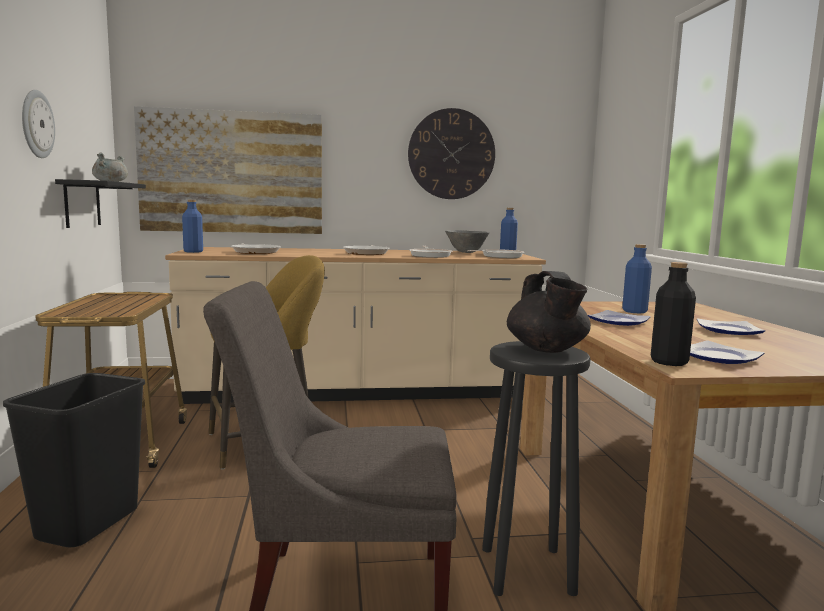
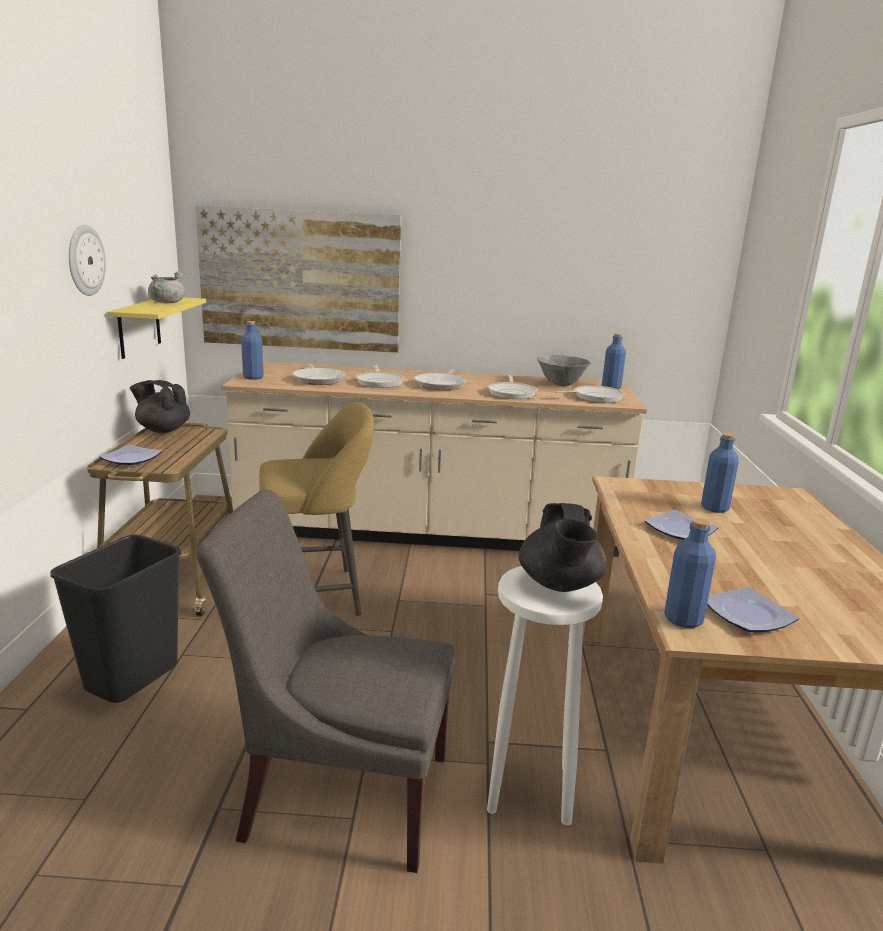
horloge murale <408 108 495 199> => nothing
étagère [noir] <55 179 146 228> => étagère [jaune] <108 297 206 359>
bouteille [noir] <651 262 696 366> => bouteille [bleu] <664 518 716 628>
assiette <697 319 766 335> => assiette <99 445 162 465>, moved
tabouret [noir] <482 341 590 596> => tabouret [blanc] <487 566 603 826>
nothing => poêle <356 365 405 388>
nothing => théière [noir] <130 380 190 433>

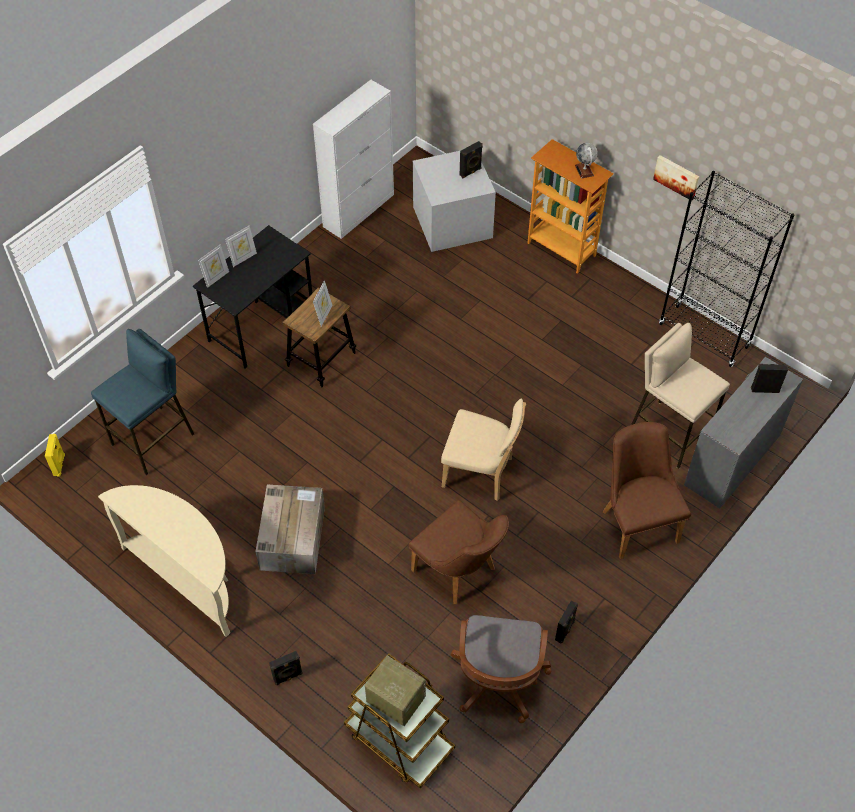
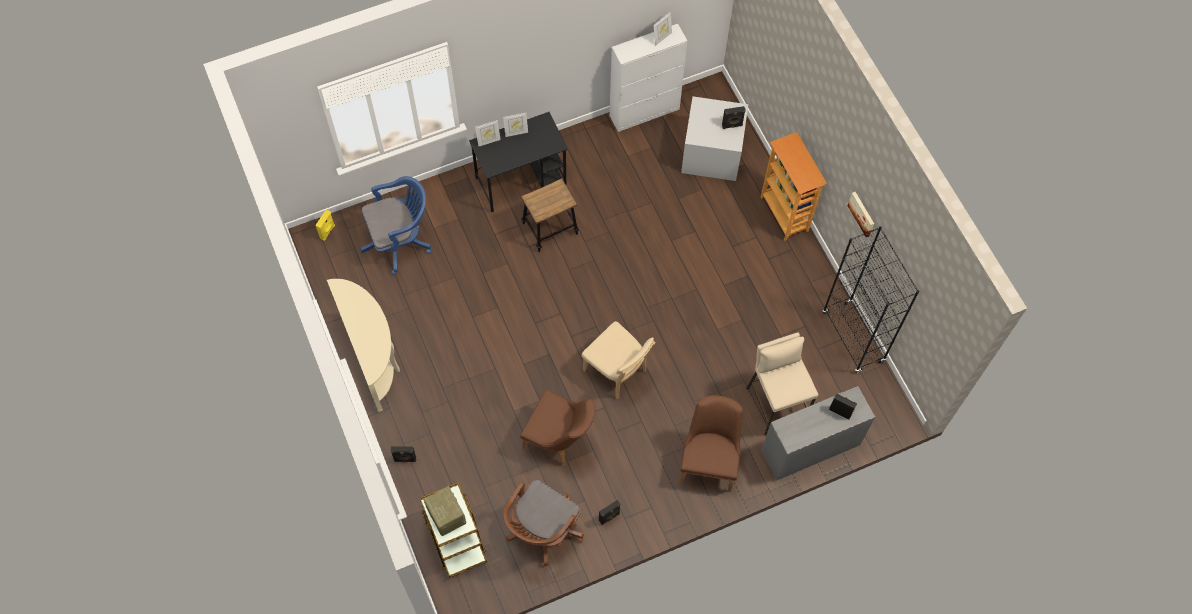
globe <575 143 598 179> => nothing
cadre photo <313 280 333 326> => cadre photo <653 12 672 46>, moved
tabouret [bleu] <91 329 194 475> => chaise de bureau [bleu] <360 176 431 275>
carton <255 485 325 574> => nothing
chaise [marron] <409 500 509 604> => chaise [marron] <520 390 595 467>, 45 degrees counterclockwise

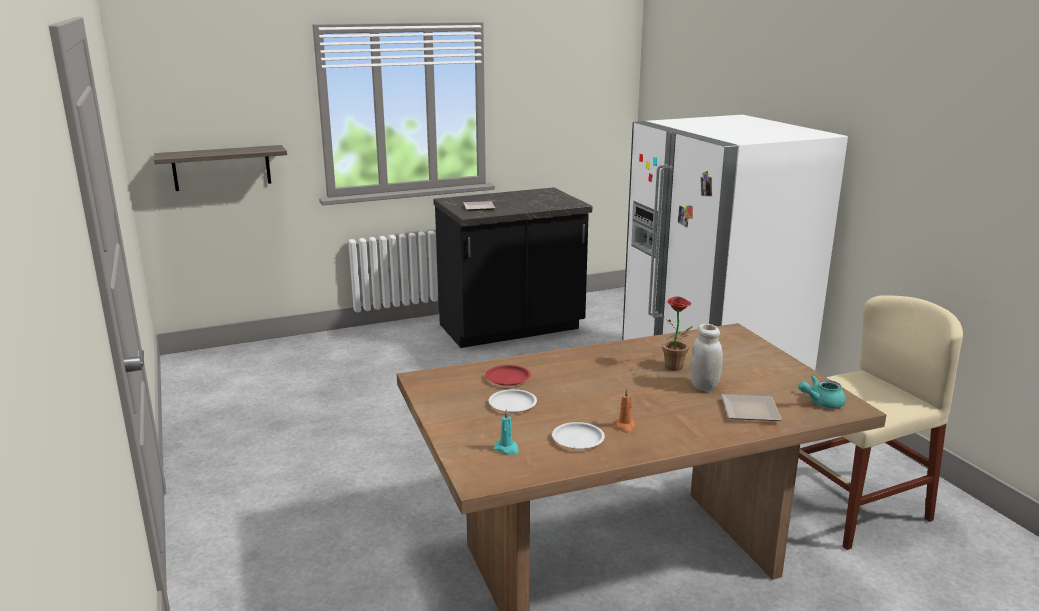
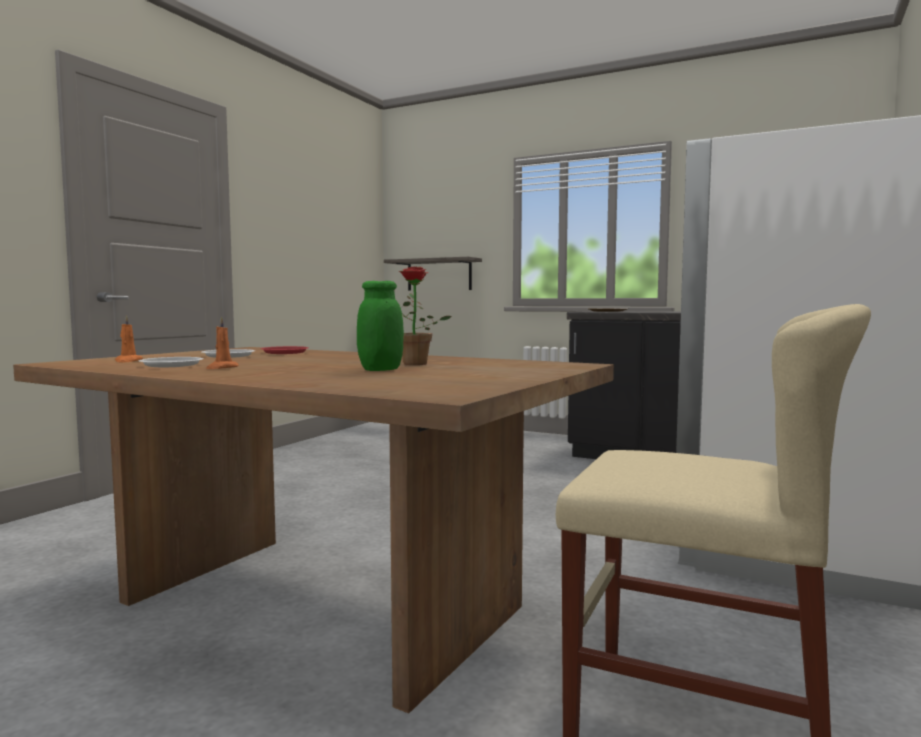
bocal [blanc] <690 324 723 391> => bocal [vert] <357 281 404 371>
théière [turquoise] <798 375 846 408> => nothing
assiette <722 394 782 421> => nothing
bougie [turquoise] <494 410 519 454> => bougie [orange] <115 315 143 363>

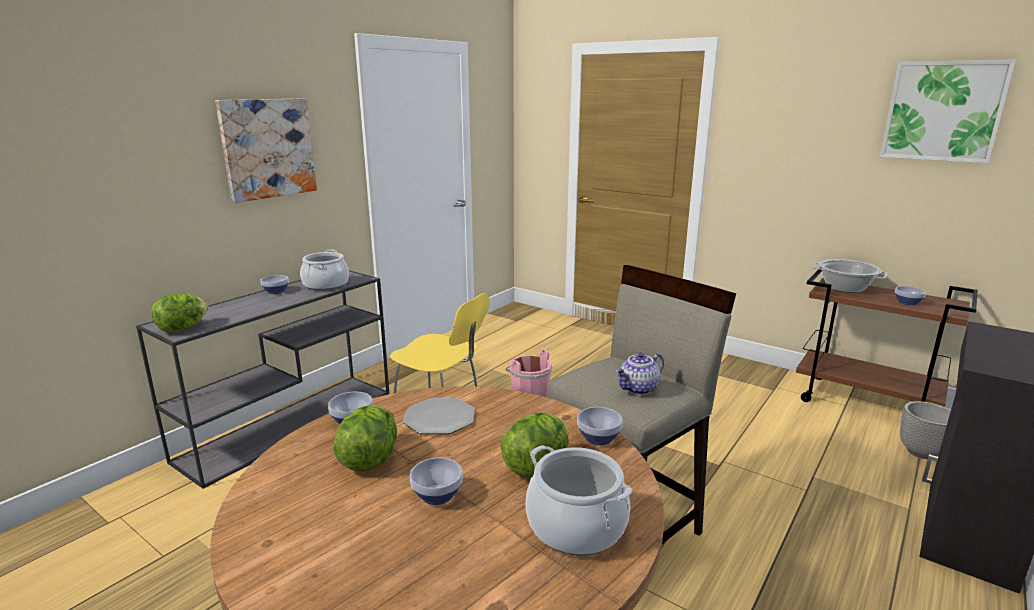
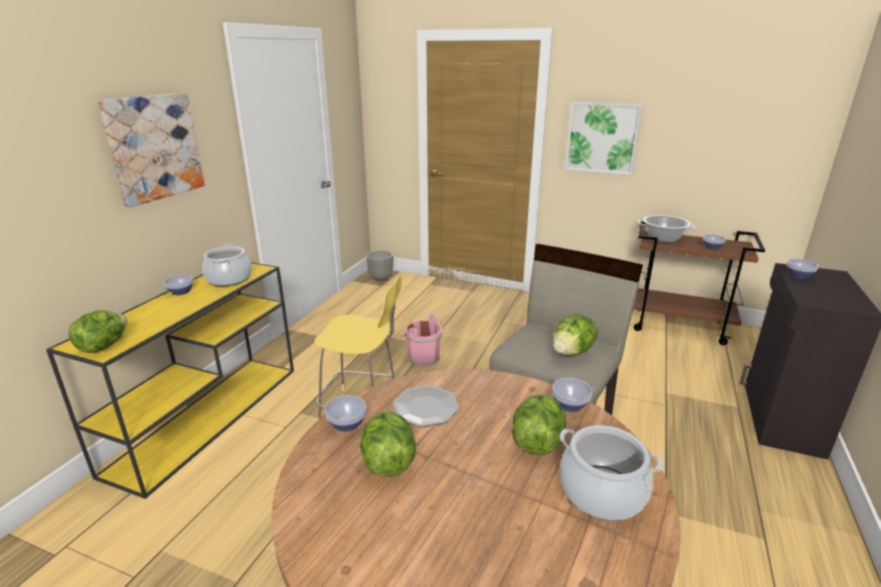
tableau <880 60 1016 163> => tableau <565 102 643 175>, moved
table console [gris] <136 270 389 489> => table console [jaune] <46 262 294 499>
théière <615 352 664 395> => laitue <552 314 598 356>
cache-pot <900 401 951 459> => cache-pot <366 251 393 282>, moved
bol <410 458 463 505> => bol <786 259 818 279>, moved

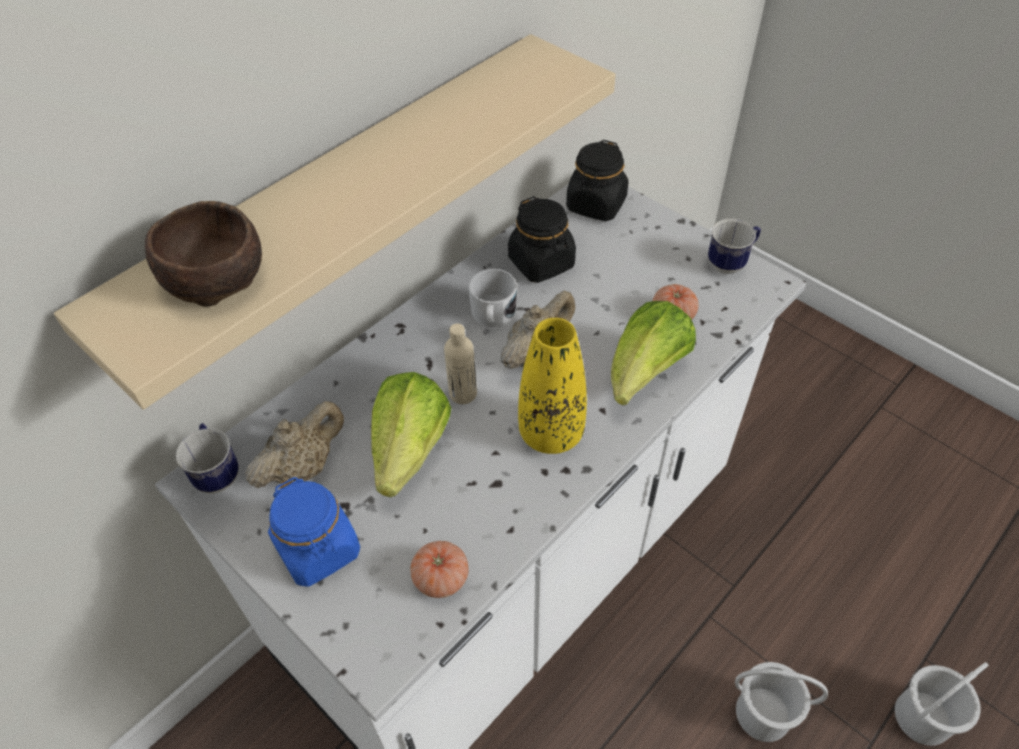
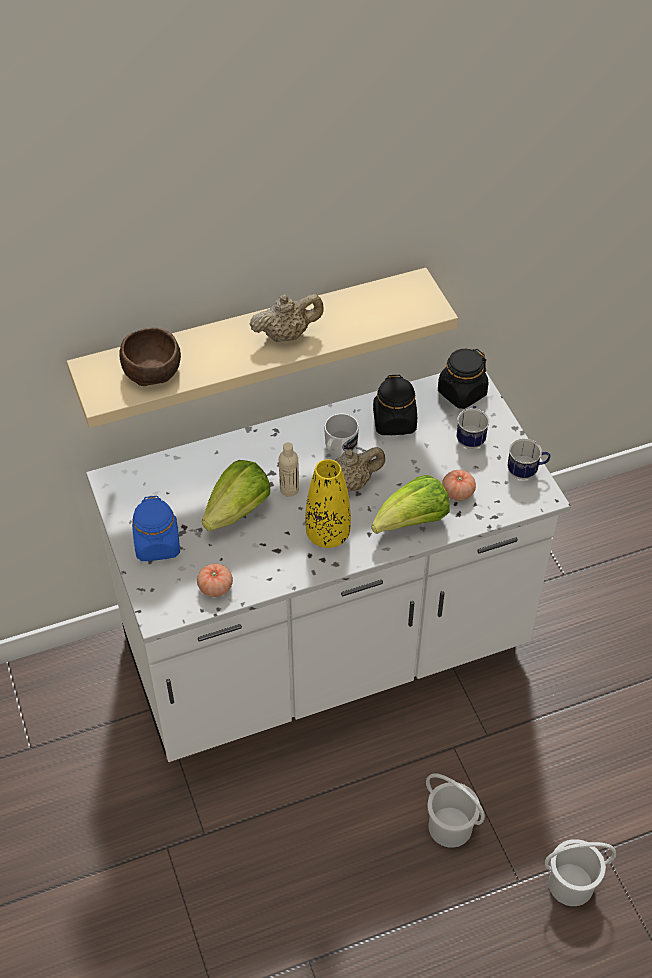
théière [beige] <245 401 344 488> => théière [beige] <250 294 324 342>, moved
mug <176 423 239 494> => mug <457 406 489 449>, moved

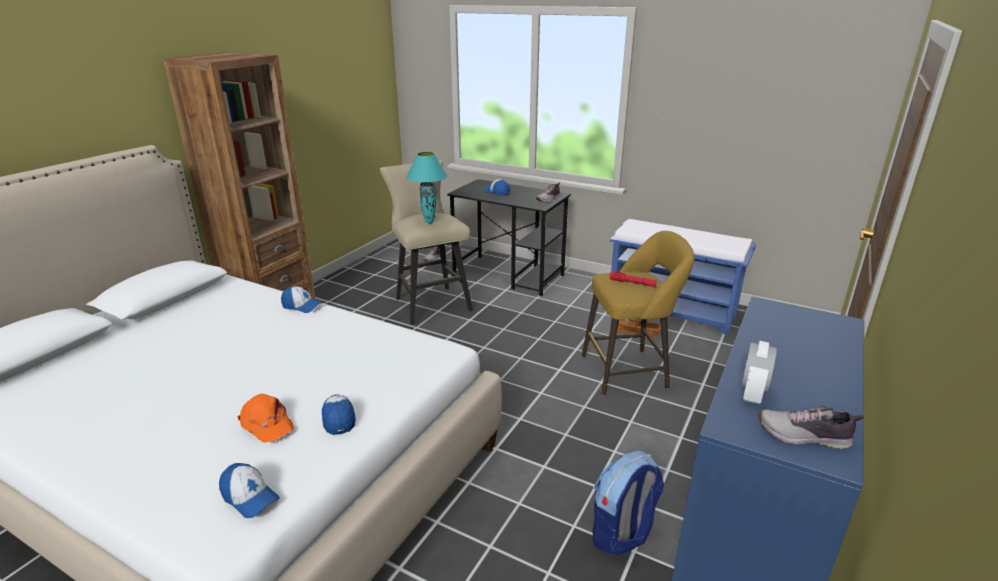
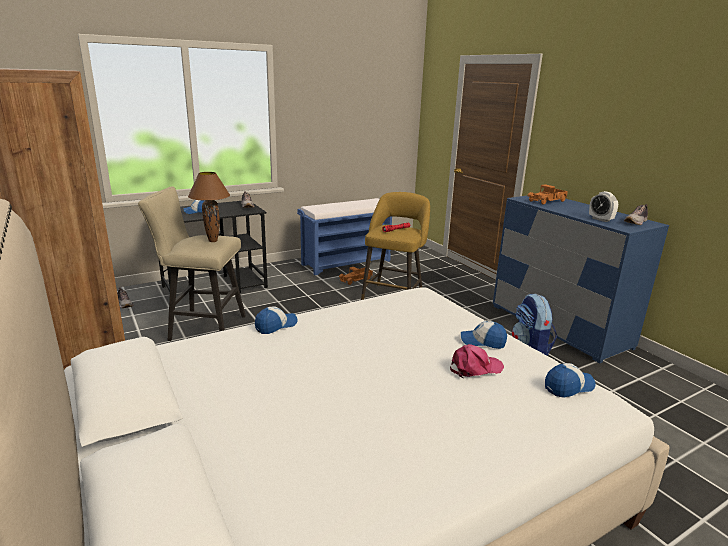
lampe de table [turquoise] <406 152 447 223> => lampe de table [marron] <188 172 230 242>
casquette [orange] <238 394 295 443> => casquette [rose] <450 344 504 378>
nothing => camion jouet <528 184 568 205>

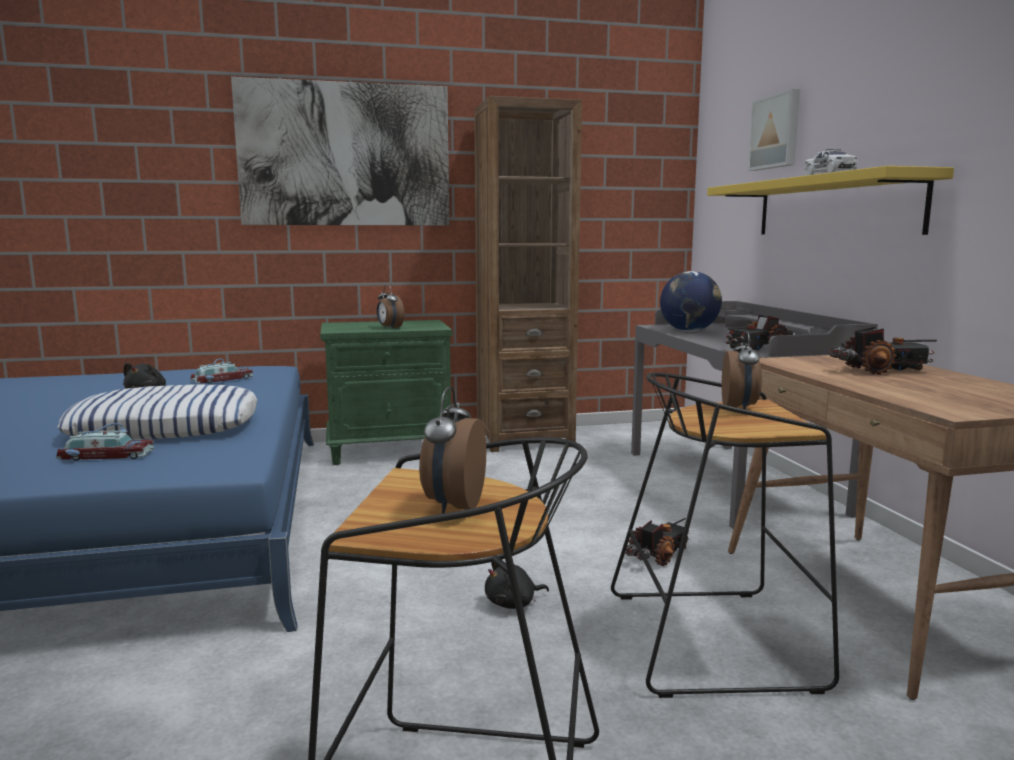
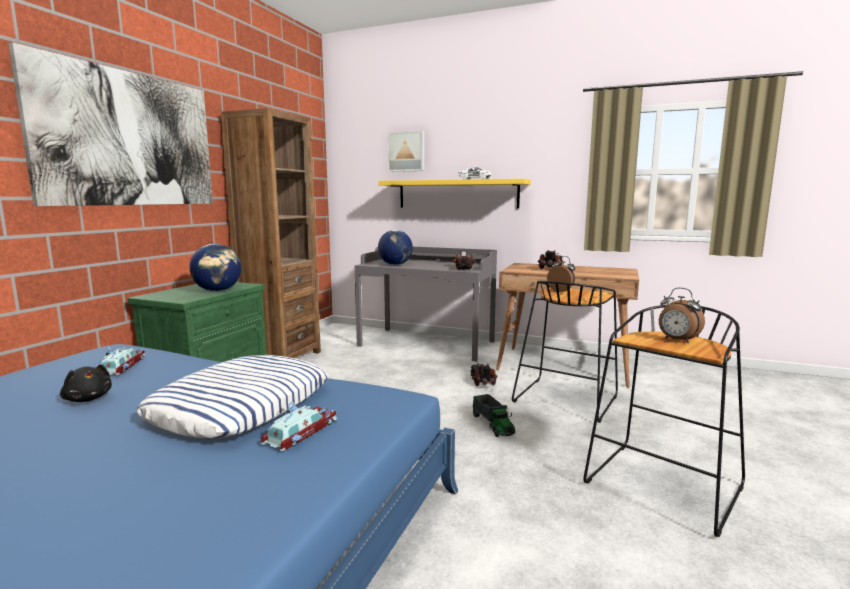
réveil <377 285 404 329> => globe <189 244 241 292>
peluche [noir] <485 562 549 609> => camion jouet <472 394 515 437>

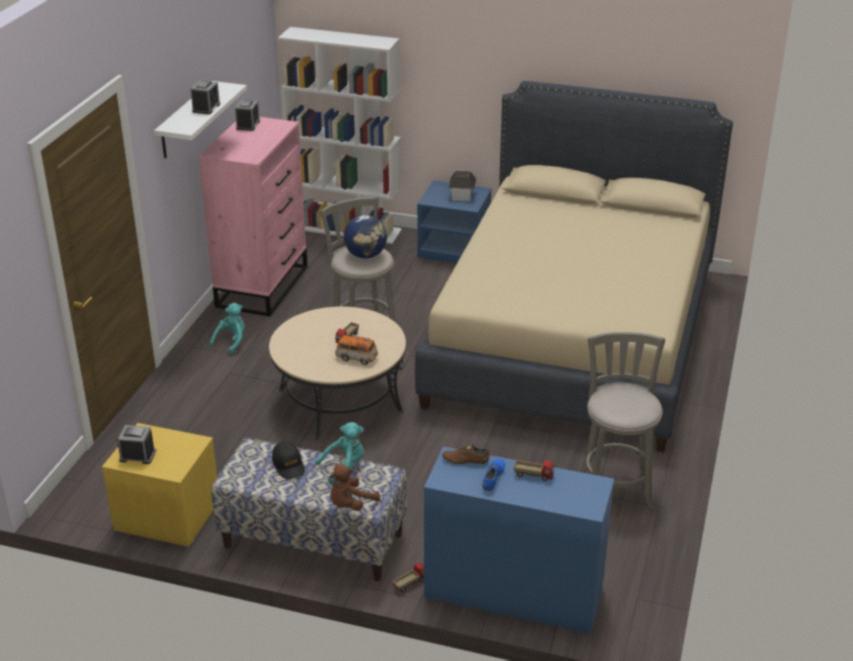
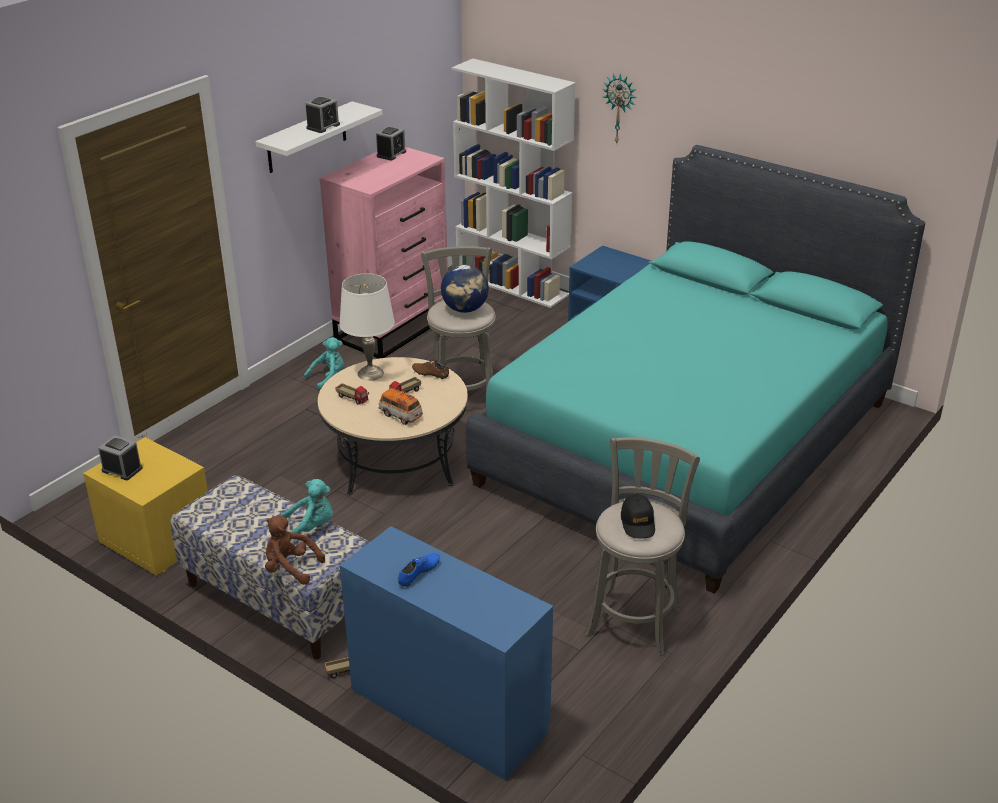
lit [beige] <415 81 733 452> => lit [turquoise] <465 145 925 593>
maison miniature <448 170 476 201> => nothing
casquette [noir] <272 441 305 479> => casquette [noir] <621 494 655 538>, moved
chaussure [marron] <442 445 490 465> => chaussure [marron] <412 360 449 380>, moved
camion jouet <514 460 555 481> => camion jouet <336 383 369 405>, moved
peluche [marron] <330 464 380 511> => peluche [marron] <265 516 325 585>, 45 degrees clockwise
nothing => horloge murale <602 73 637 144>
nothing => lampe de table [blanc] <339 273 395 381>

